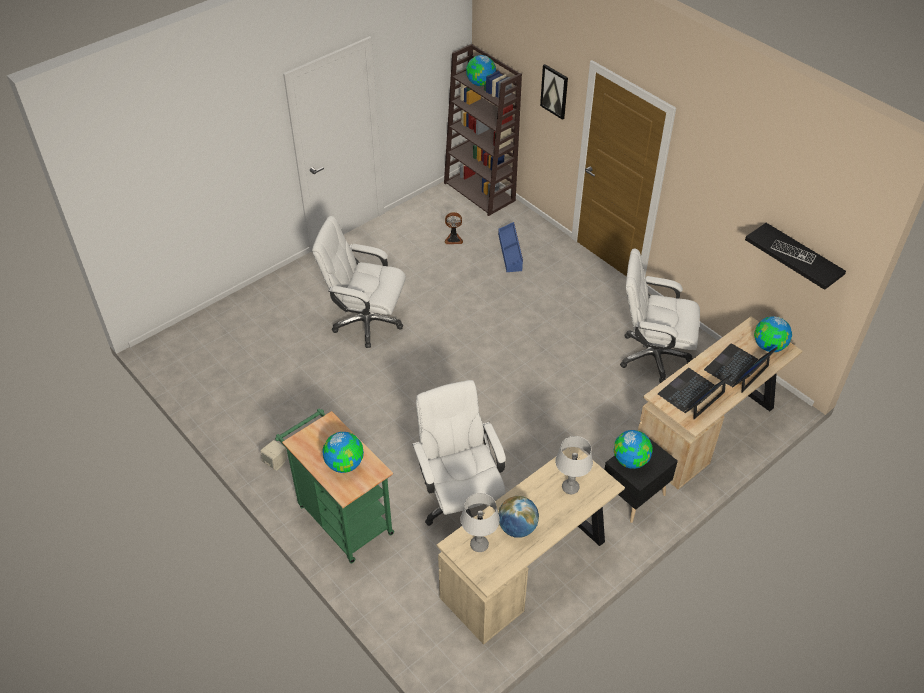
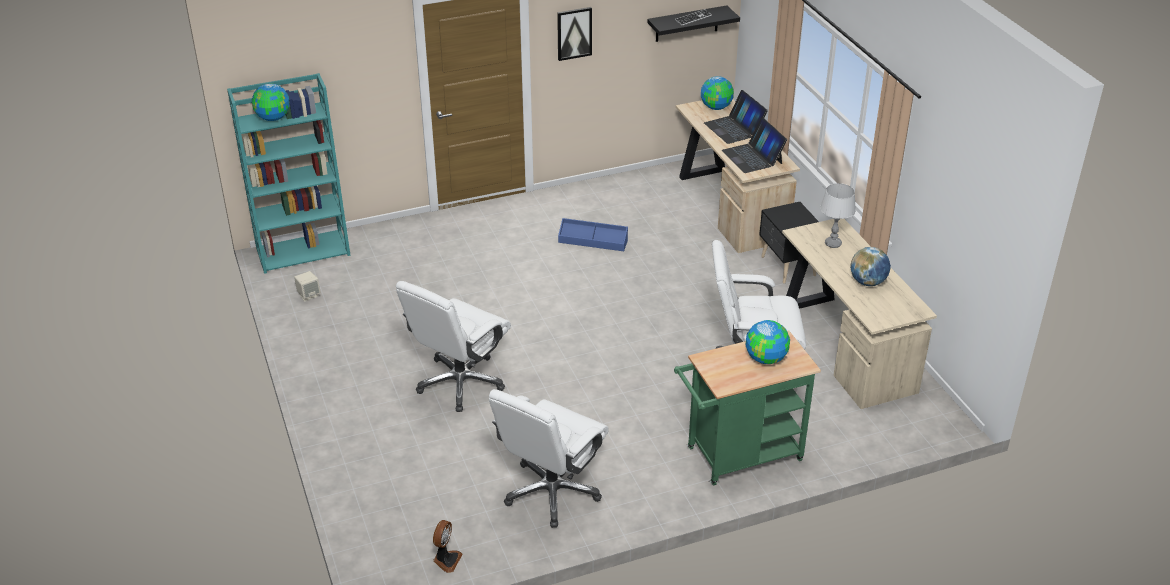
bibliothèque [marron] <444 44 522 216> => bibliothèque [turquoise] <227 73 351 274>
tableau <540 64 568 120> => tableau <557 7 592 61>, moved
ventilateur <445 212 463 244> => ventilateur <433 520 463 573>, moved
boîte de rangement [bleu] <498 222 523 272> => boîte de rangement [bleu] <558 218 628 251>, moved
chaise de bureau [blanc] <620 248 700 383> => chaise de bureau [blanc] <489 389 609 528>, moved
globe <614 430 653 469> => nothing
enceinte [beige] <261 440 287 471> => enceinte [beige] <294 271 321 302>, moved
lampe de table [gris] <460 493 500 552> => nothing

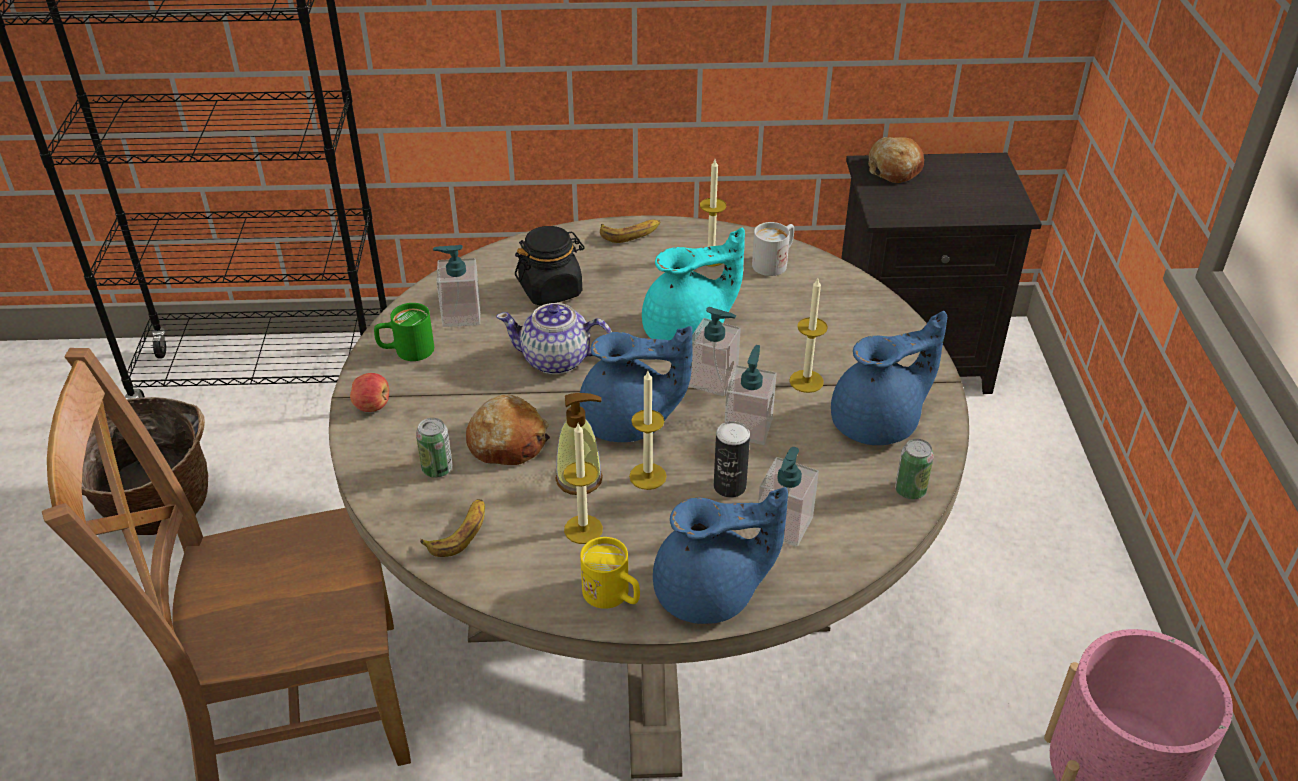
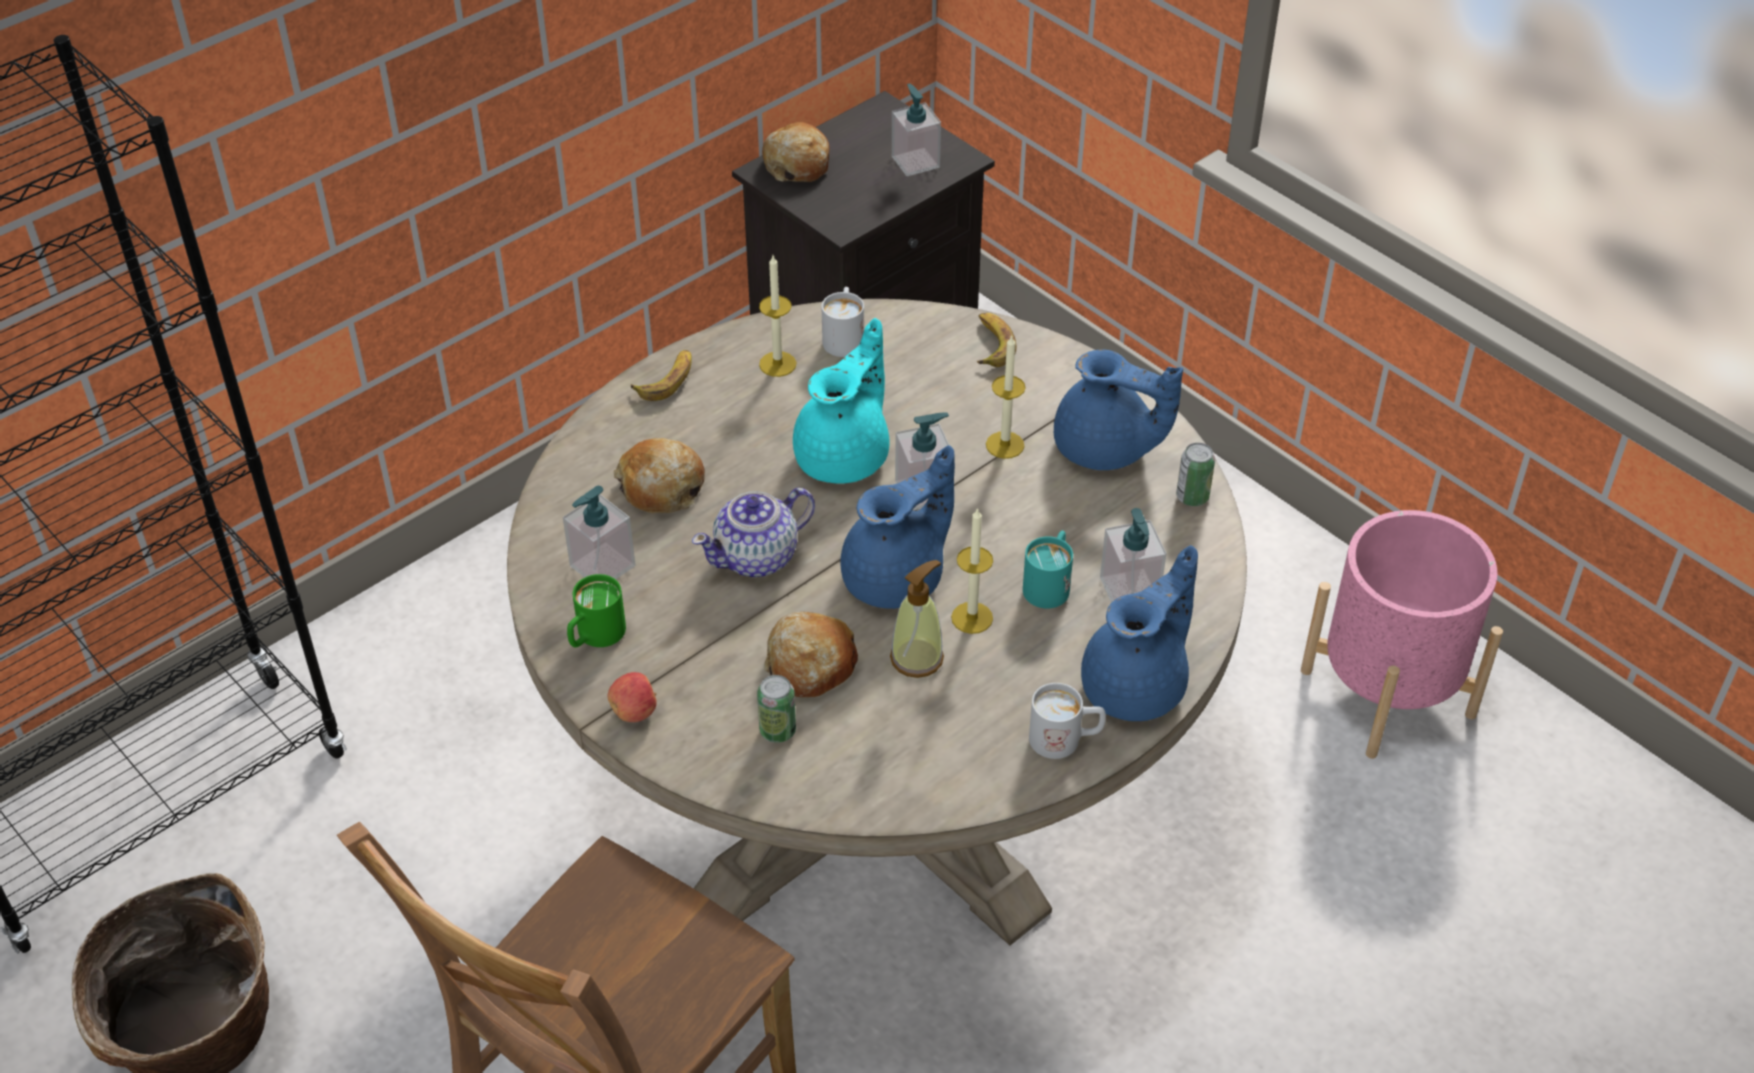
bocal [noir] <515 226 585 306> => pain <614 438 705 513>
théière [bleu] <831 311 947 445> => théière [bleu] <1054 349 1183 470>, 90 degrees clockwise
distributeur de savon <725 345 776 445> => distributeur de savon <892 84 941 176>, moved
boîte métallique <714 421 750 498> => mug [turquoise] <1023 531 1073 609>
bougie <563 423 603 544> => nothing
banane <420 499 485 557> => banane <977 313 1016 367>, moved
mug [jaune] <580 537 640 609> => mug [blanc] <1029 683 1106 759>

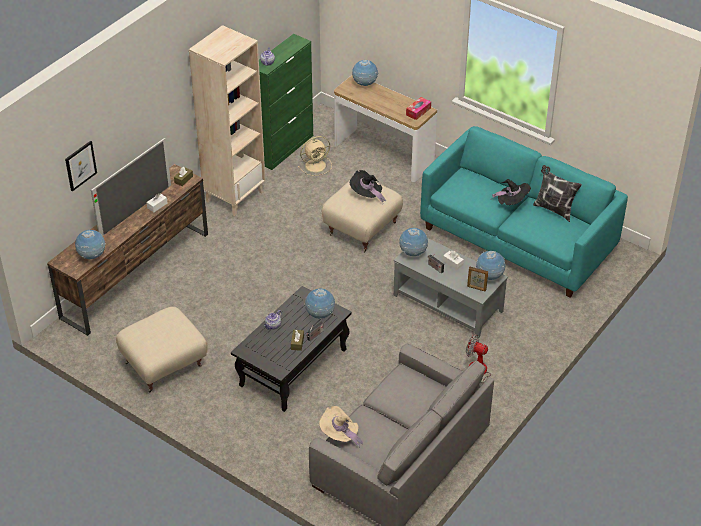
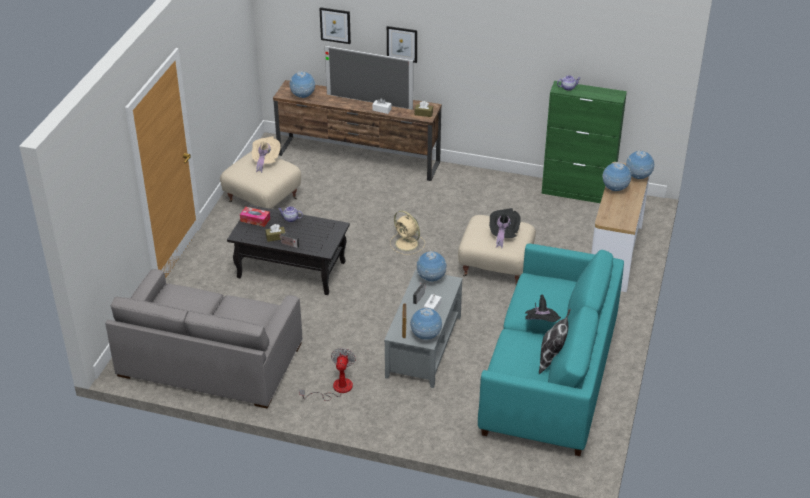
bibliothèque [beige] <189 25 265 216> => nothing
boîte à mouchoirs <406 97 431 120> => boîte à mouchoirs <240 207 270 227>, moved
ventilateur [beige] <298 136 332 176> => ventilateur [beige] <390 211 425 255>, moved
globe <304 288 335 319> => globe <602 162 631 191>, moved
chapeau [beige] <319 406 363 449> => chapeau [beige] <252 136 281 173>, moved
nothing => tableau <387 26 417 63>

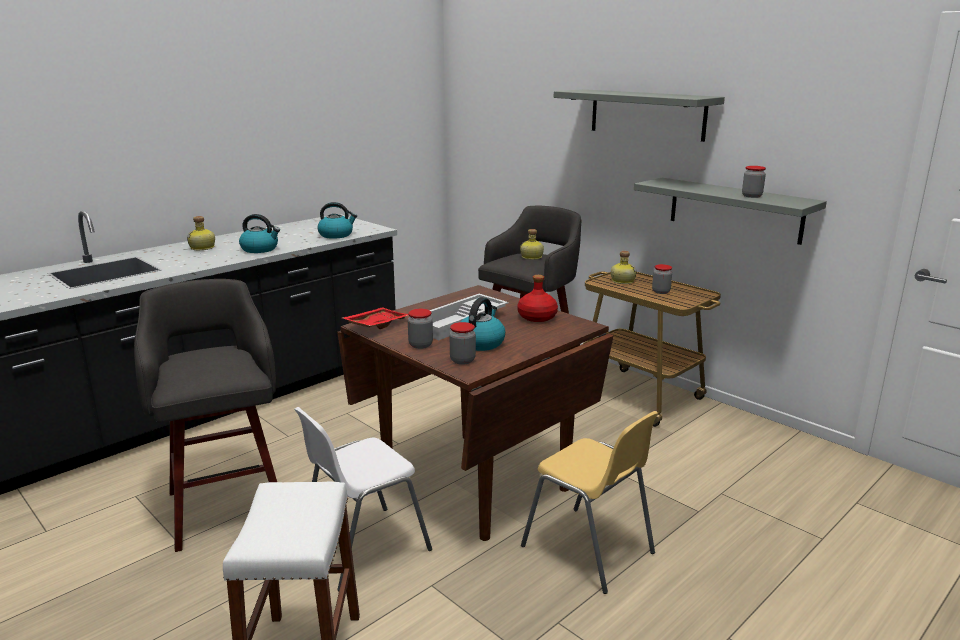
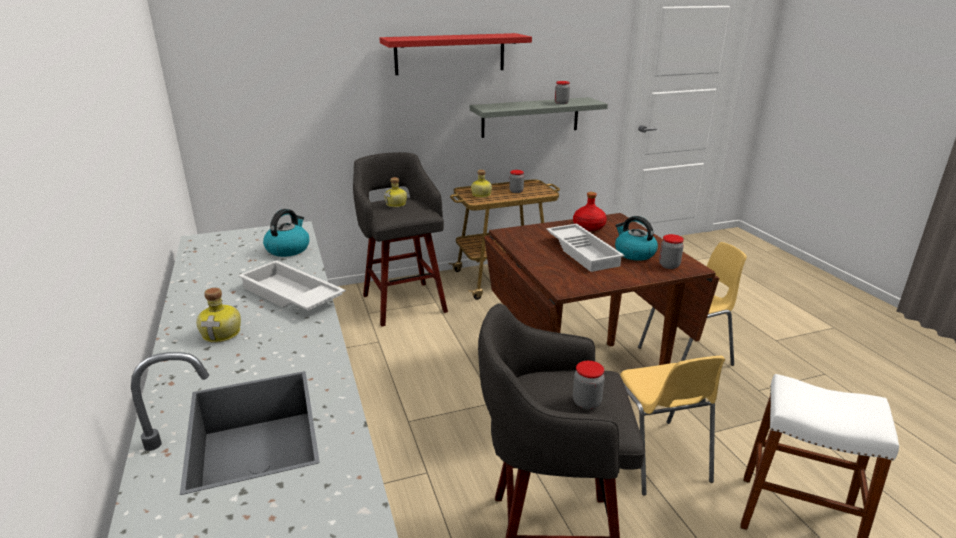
étagère [gris] <554 89 725 142> => étagère [rouge] <380 33 532 75>
bouilloire <239 214 280 253> => plateau [blanc] <238 260 346 311>
plateau [rouge] <343 307 408 329> => nothing
bocal <408 309 433 349> => bocal <573 361 605 409>, moved
chaise [blanc] <294 407 432 591> => chaise [jaune] <620 356 725 496>

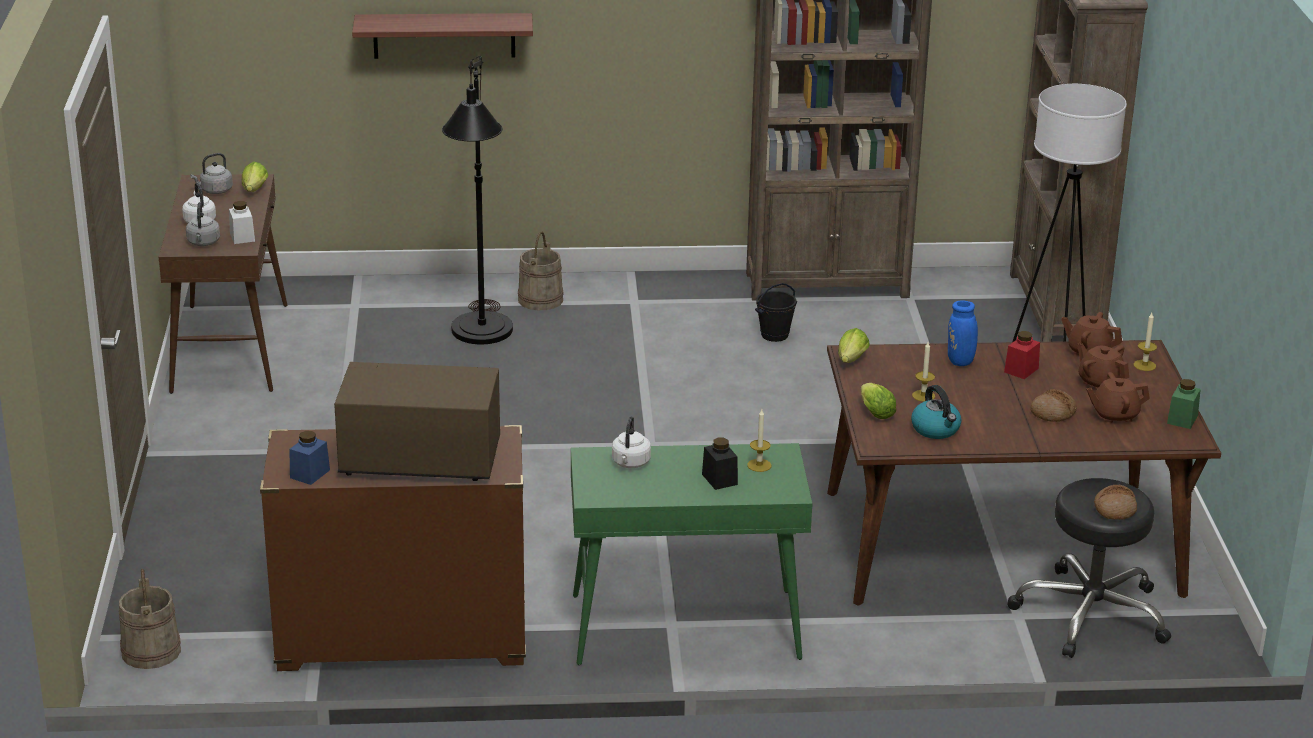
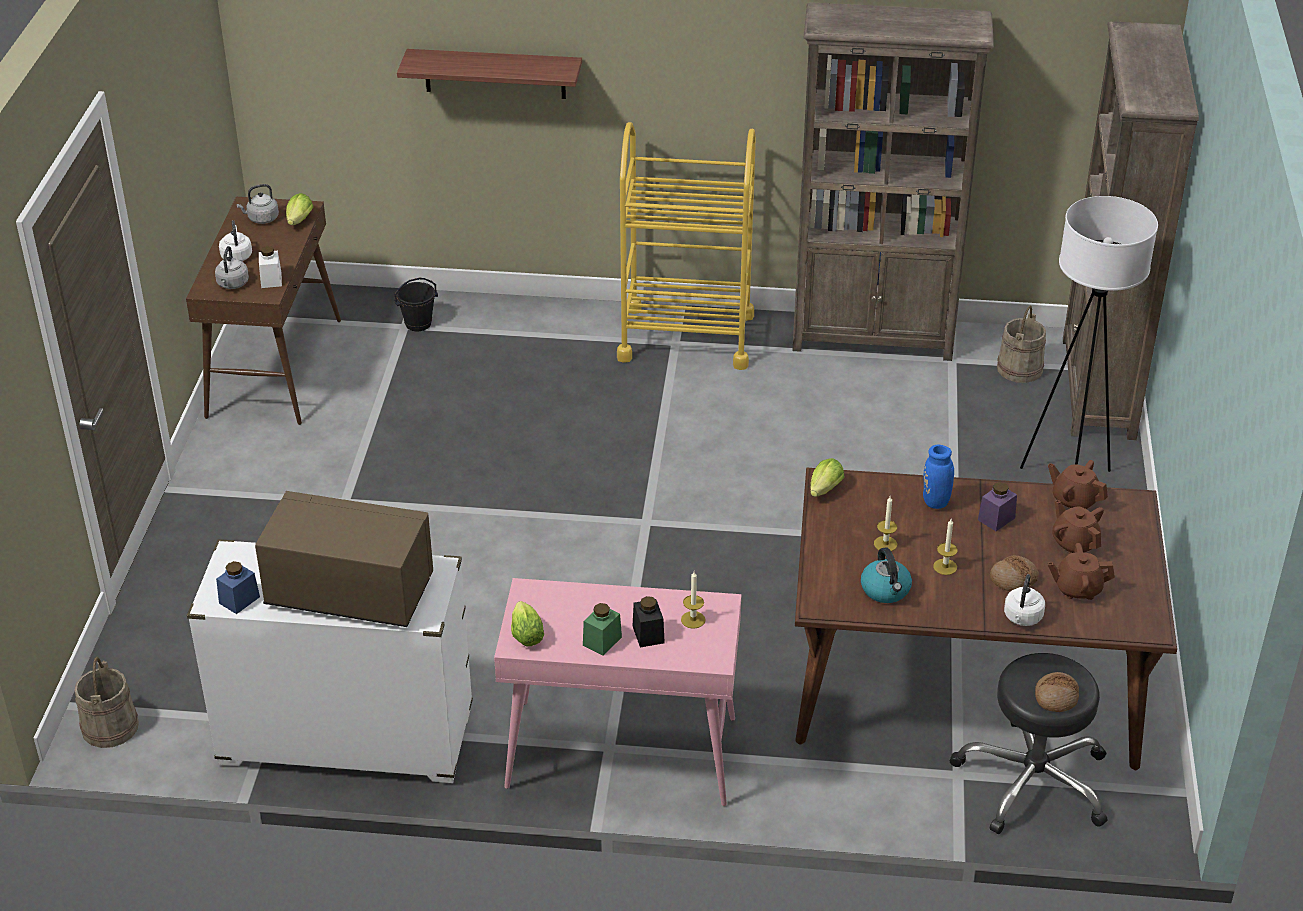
lampadaire [noir] <442 55 513 344> => nothing
seau [beige] <518 231 564 310> => seau [beige] <997 305 1046 383>, moved
seau [noir] <755 283 797 342> => seau [noir] <394 278 438 331>, moved
bougie <1133 313 1157 371> => bougie <933 519 958 575>, moved
bocal [rouge] <1004 331 1040 379> => bocal [violet] <978 482 1017 531>
bocal [vert] <1167 379 1201 429> => bocal [vert] <583 603 622 656>, moved
laitue <861 383 896 419> => laitue <511 601 544 646>, moved
bouilloire [blanc] <612 416 651 468> => bouilloire [blanc] <1004 574 1045 626>, moved
commode [marron] <260 425 526 671> => commode [blanc] <187 539 473 783>
table console [vert] <571 443 812 665> => table console [rose] <494 578 741 806>
nothing => chariot [jaune] <617 122 756 370>

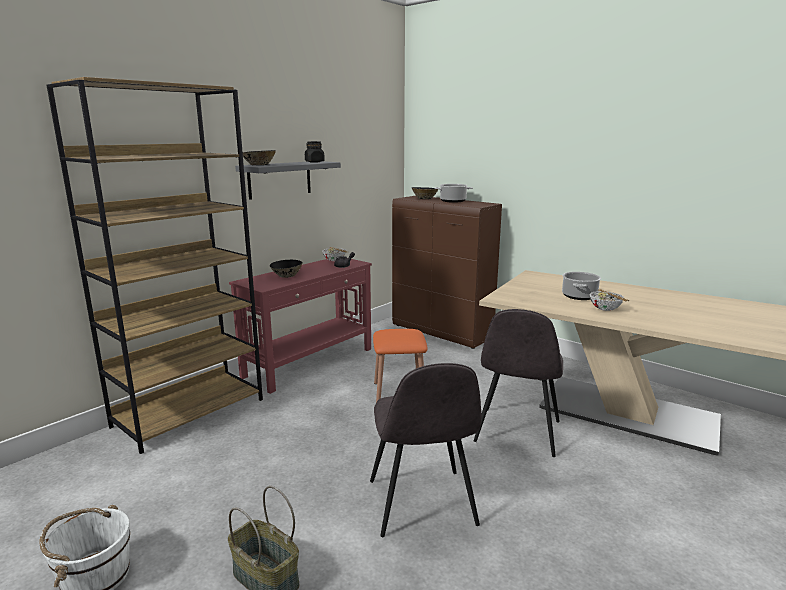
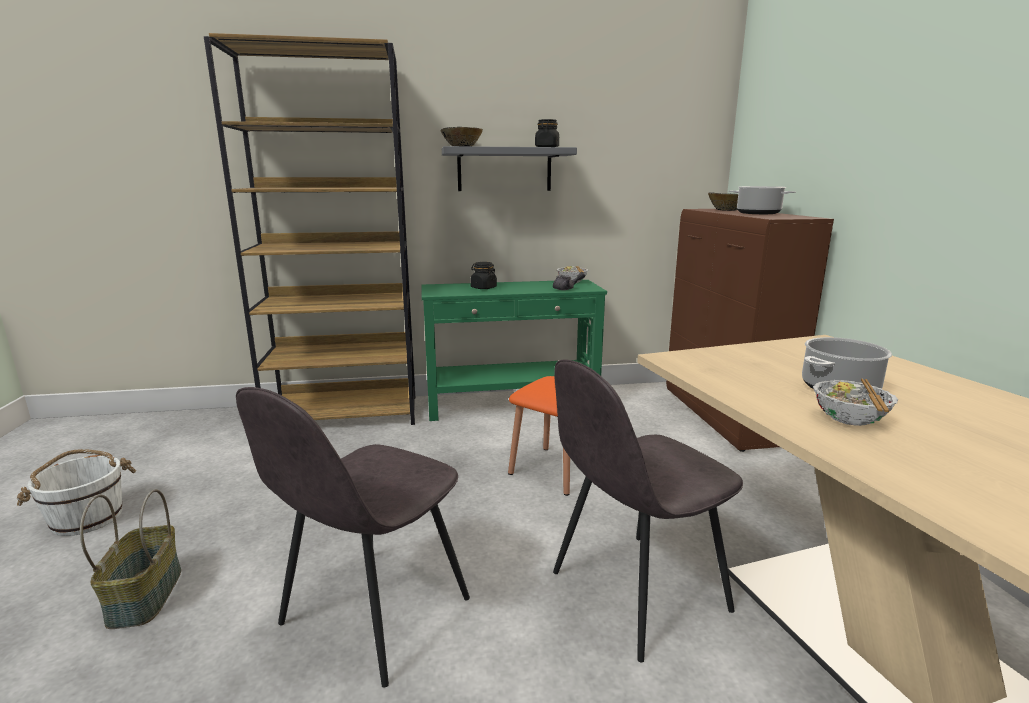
table console [rouge] <229 259 372 394> => table console [vert] <421 280 607 421>
bol [noir] <270 260 303 278> => bocal [noir] <470 262 497 289>

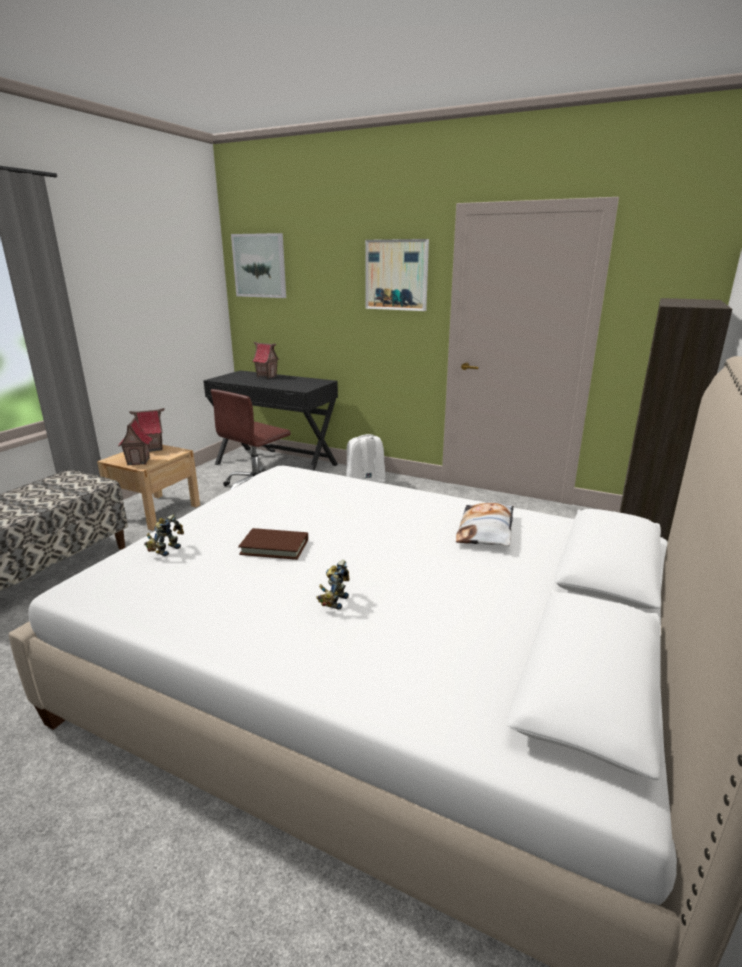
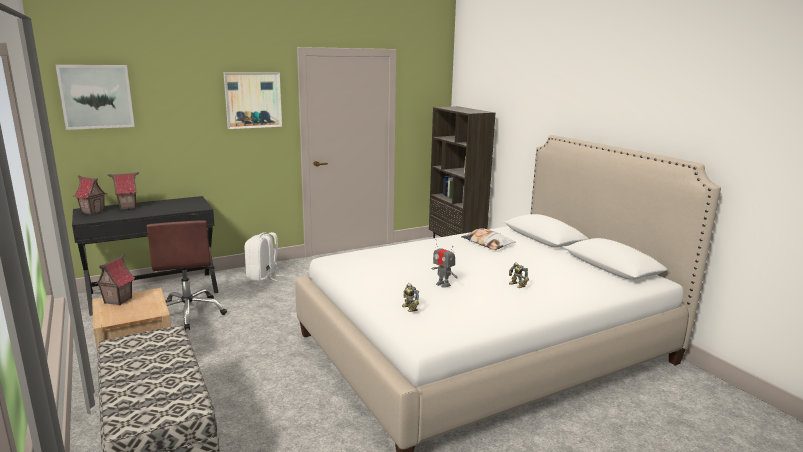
maison miniature <118 416 152 465> => maison miniature <74 175 107 215>, moved
livre [marron] <238 528 308 560> => robot jouet <431 240 458 288>

